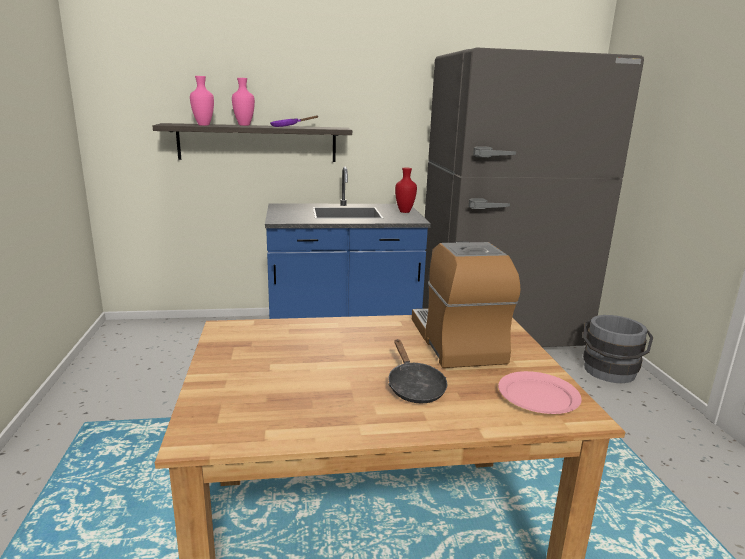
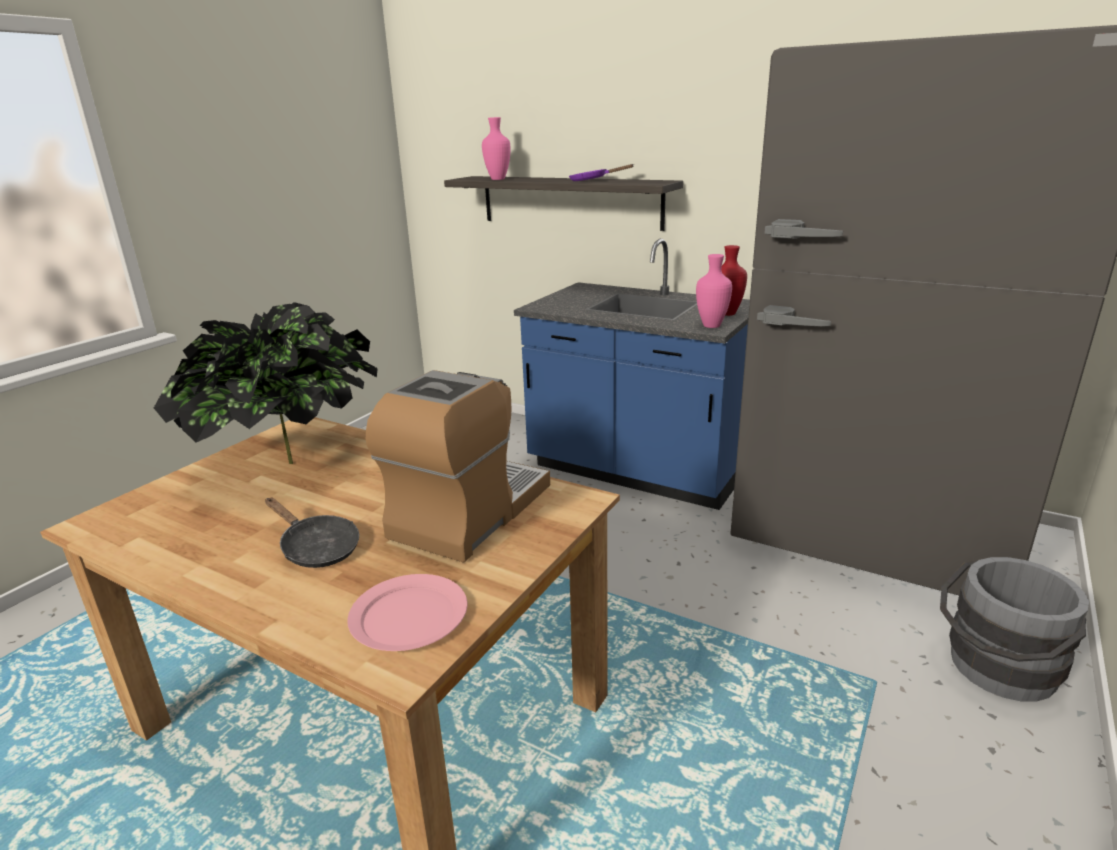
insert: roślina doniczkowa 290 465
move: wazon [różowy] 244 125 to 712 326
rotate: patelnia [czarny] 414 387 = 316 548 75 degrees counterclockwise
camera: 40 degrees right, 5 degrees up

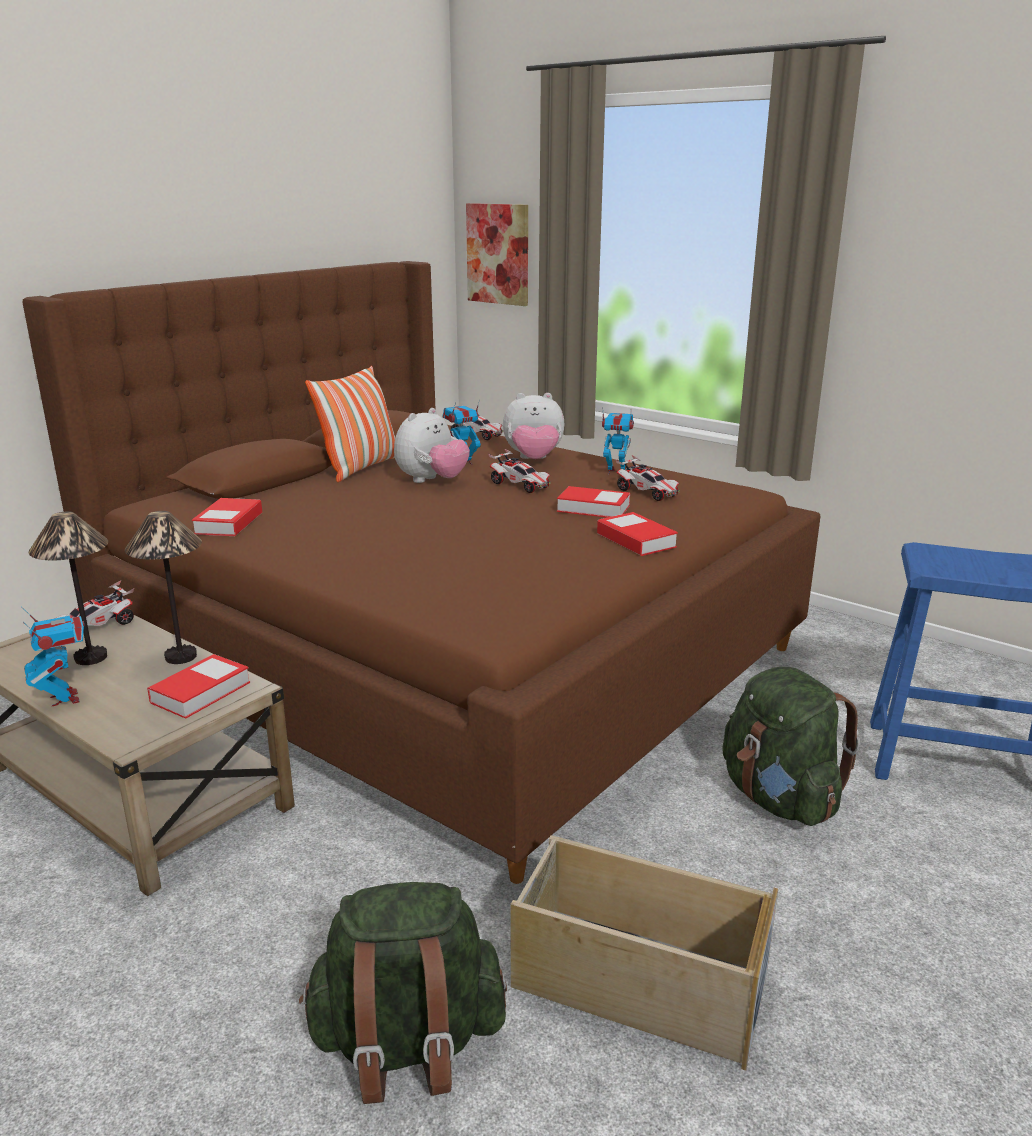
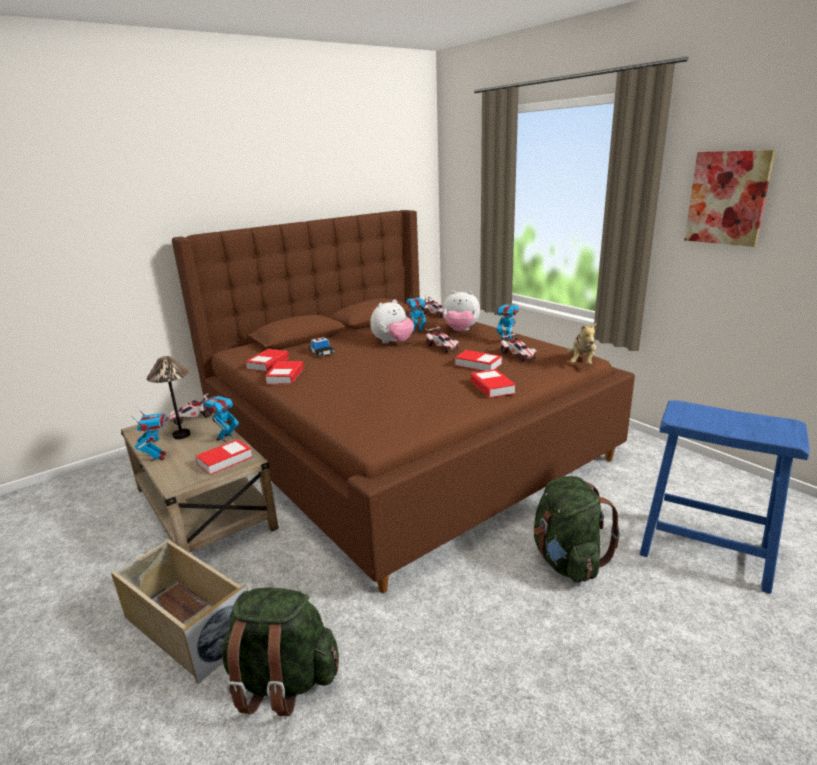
delete: poduszka 360 468
insert: pluszak 582 362; samochodzik 322 352; książka 285 376
move: obraz 498 254 to 727 198; pojemnik do przechowywania [beżowy] 636 983 to 187 626
replace: lampa stołowa 180 656 to robot zabawkowy 225 438
camera: 15 degrees right, 0 degrees up

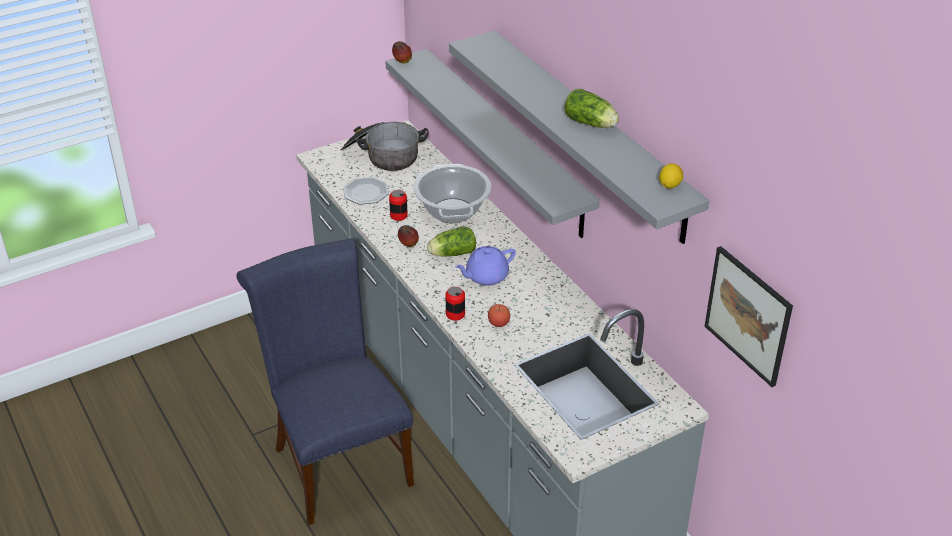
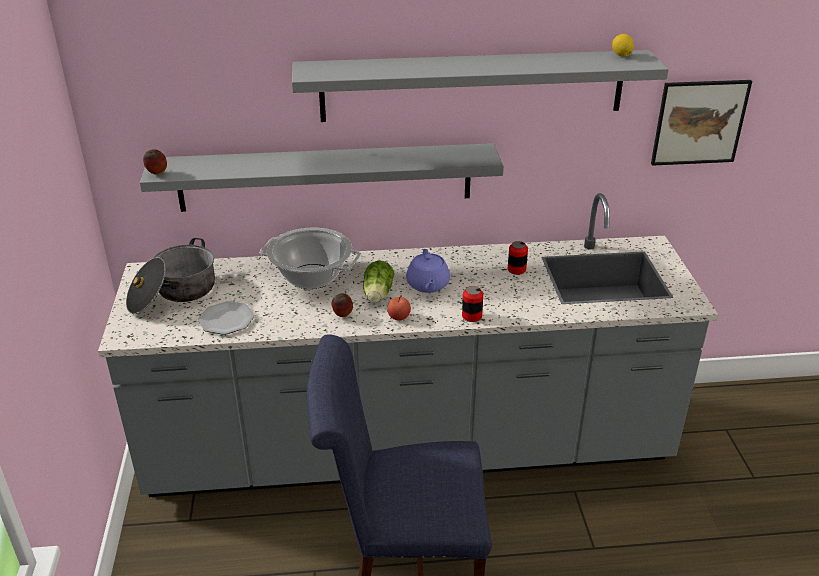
delete: sałata 591 124
move: puszka 398 216 to 516 270; jabłko 498 323 to 399 317
camera: 65 degrees left, 5 degrees down

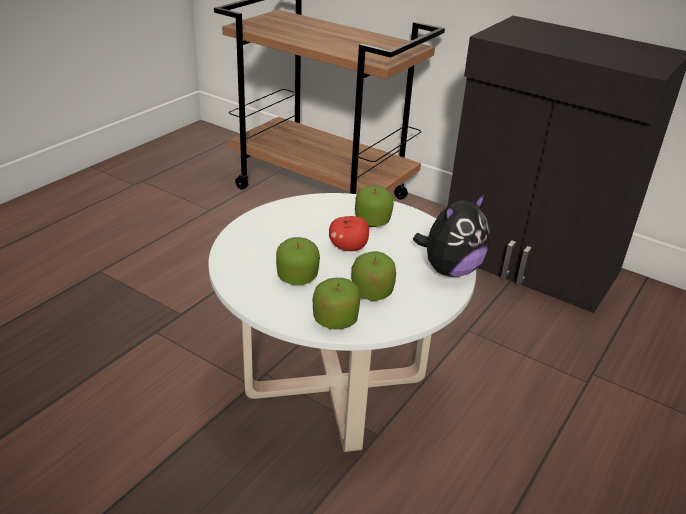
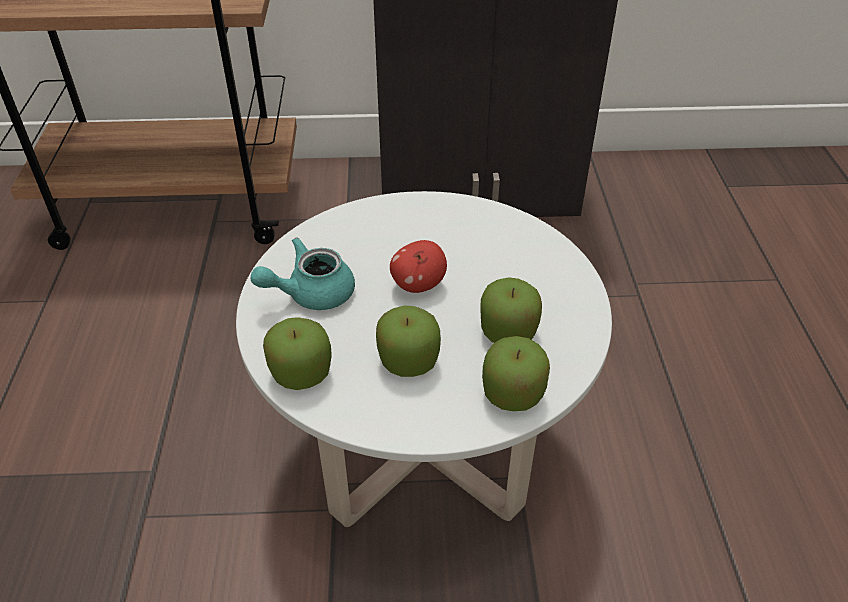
delete: pluszak 450 270
insert: imbryk [turkusowy] 311 293
move: jabłko 372 221 to 301 372
camera: 35 degrees left, 10 degrees up

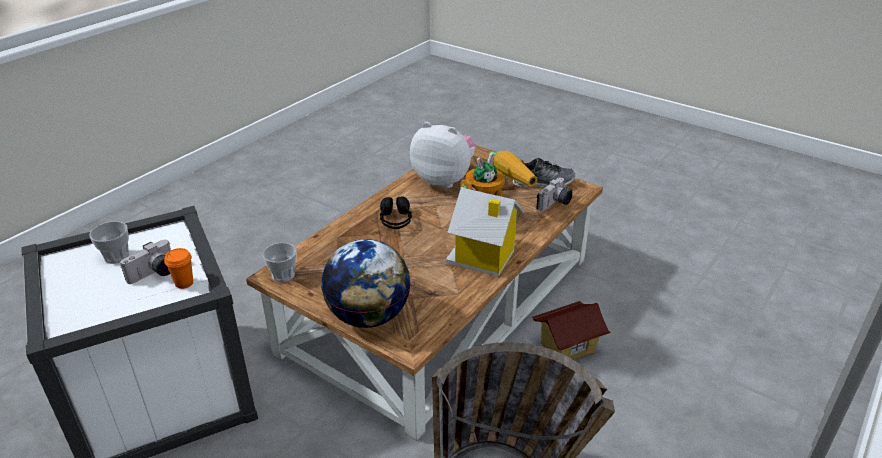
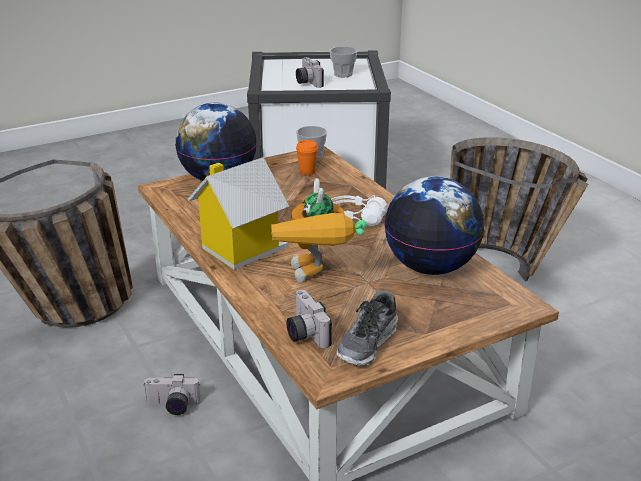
insert: koszyk 509 268
move: filiżanka [pomarańczowy] 184 283 to 307 172
replace: pluszak 444 180 to globus 431 267; domek 567 347 to aparat fotograficzny 172 407
recolor: słuchawki [czarny] 396 221 to słuchawki [biały] 356 218
camera: 115 degrees right, 5 degrees down

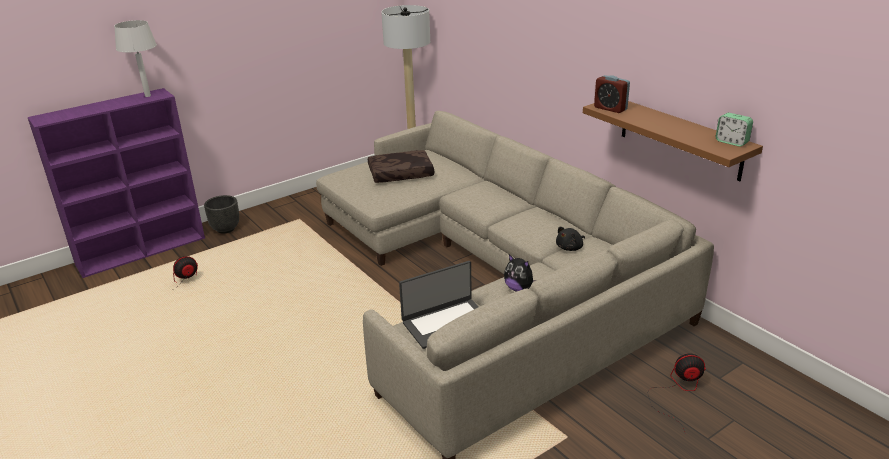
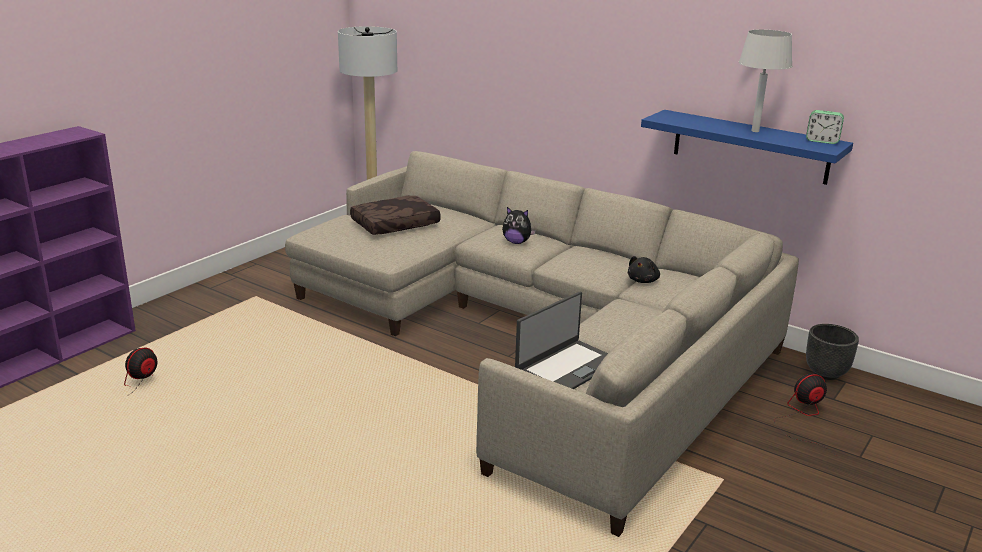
delete: budzik 610 108
move: lampa stołowa [szary] 147 96 to 755 131; donica [czarny] 226 229 to 826 373; pluszak 519 289 to 517 242
recolor: półka [brązowy] 680 138 to półka [niebieski] 750 146
camera: 20 degrees left, 5 degrees down

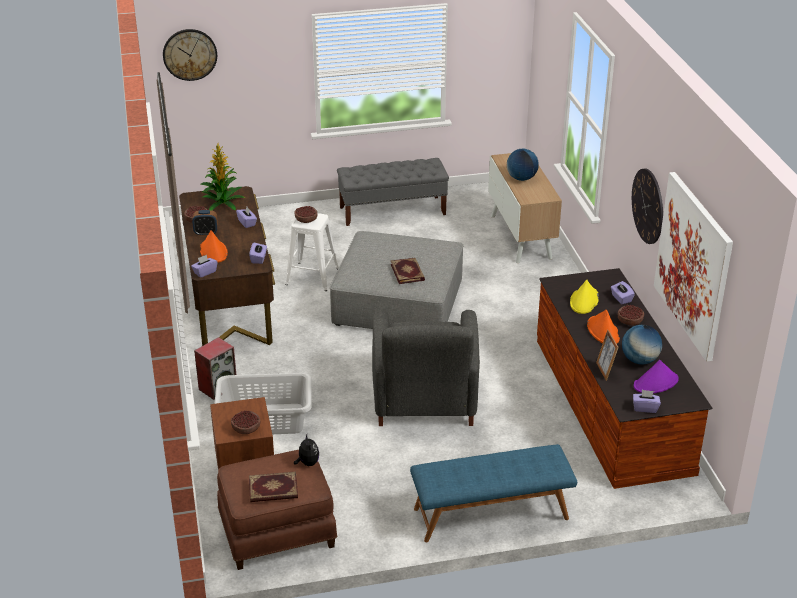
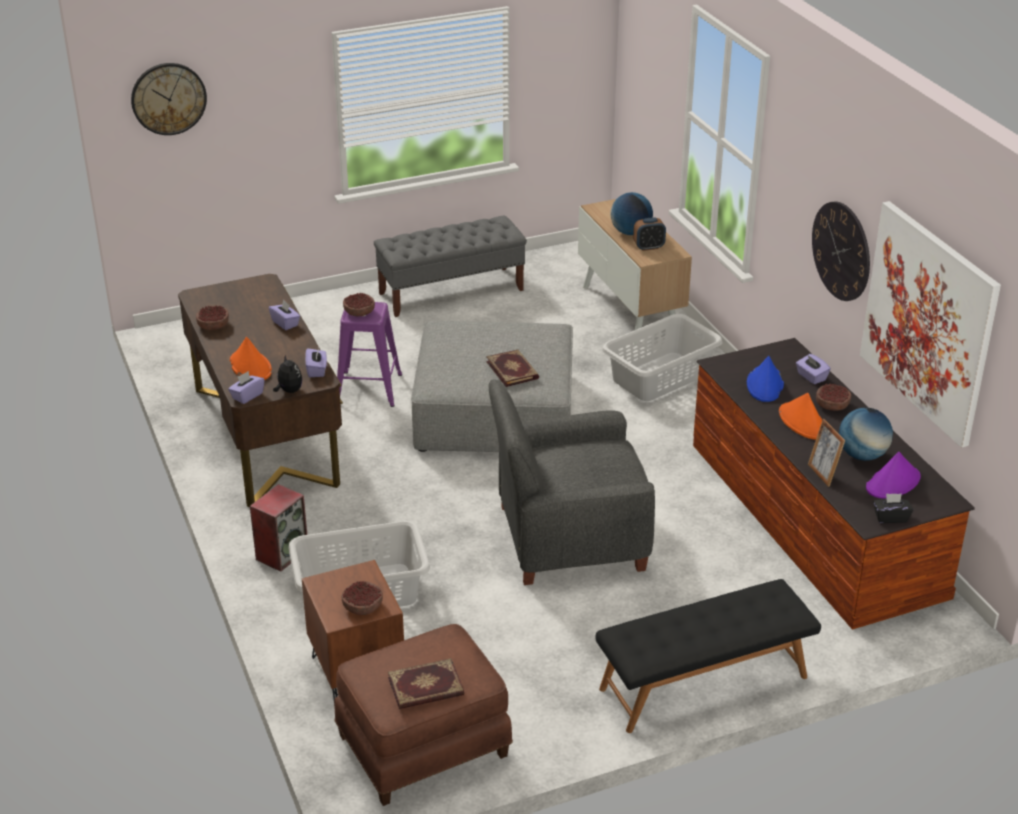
delete: roślina doniczkowa 223 203
insert: kosz na pranie [szary] 661 377
move: budzik 206 233 to 648 247; pluszak 307 463 to 289 391
recolor: stołek [biały] 312 276 to stołek [fioletowy] 369 389; kapelusz [żółty] 584 301 to kapelusz [niebieski] 765 385; pudełko chusteczek [fioletowy] 645 408 to pudełko chusteczek [czarny] 890 517; ławka [niebieski] 491 514 to ławka [czarny] 704 683
rotate: fotel [szary] 424 399 = 568 538 90 degrees clockwise
camera: 10 degrees left, 0 degrees up

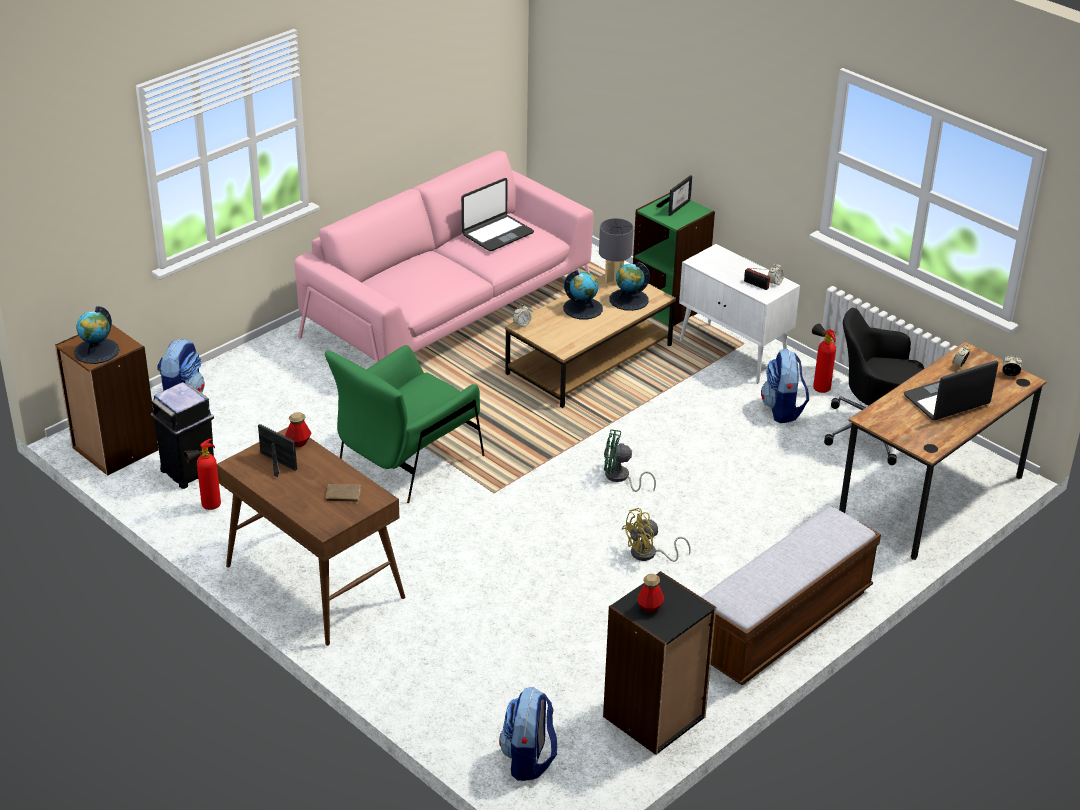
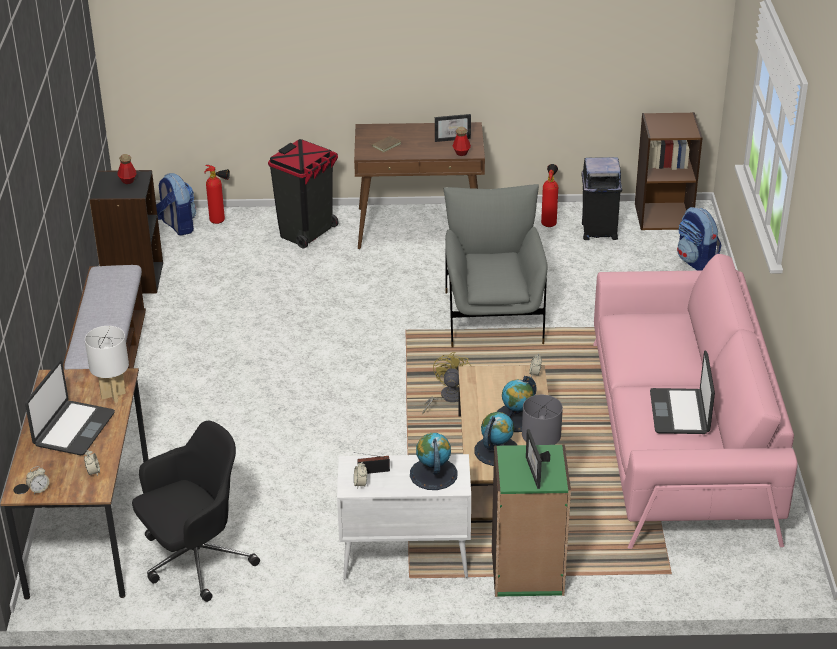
delete: plecak 783 410; wentylator [zielony] 620 478
insert: kosz na śmieci [czarny] 307 233; lampa stołowa [biały] 113 395
move: globus 96 351 to 433 474; gaśnica 818 387 to 221 221; wentylator [żółty] 649 554 to 447 398
recolor: fotel [zielony] 408 460 to fotel [szary] 493 315
camera: 135 degrees right, 0 degrees up

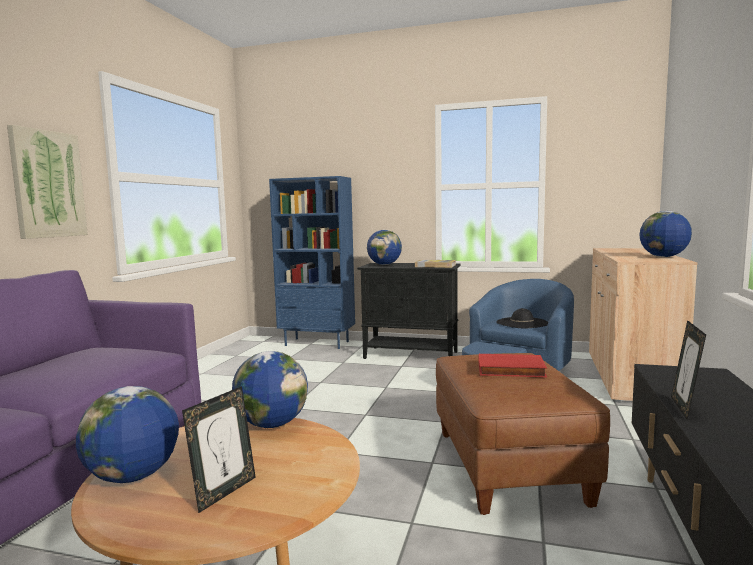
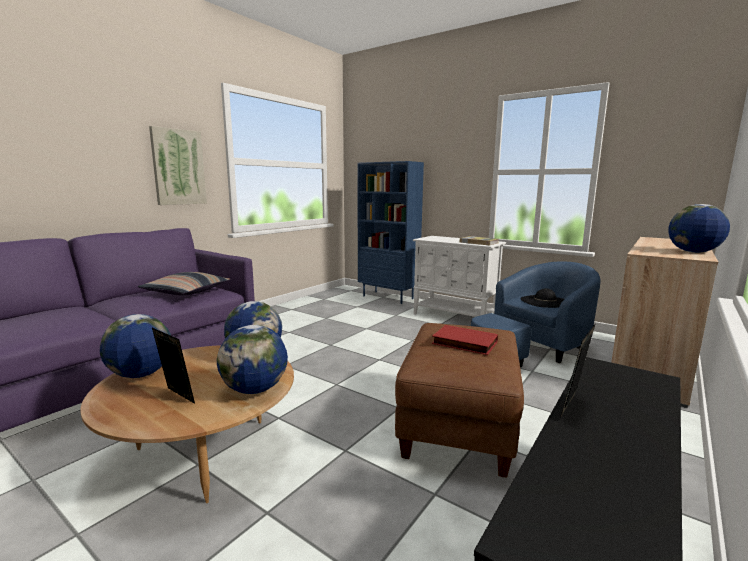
insert: poduszka 186 292
move: globus 384 264 to 255 389
recolor: szafka [czarny] 411 355 to szafka [biały] 455 317
rotate: ramka na zdjęcie 224 492 = 176 397 105 degrees counterclockwise
camera: 20 degrees right, 5 degrees up

